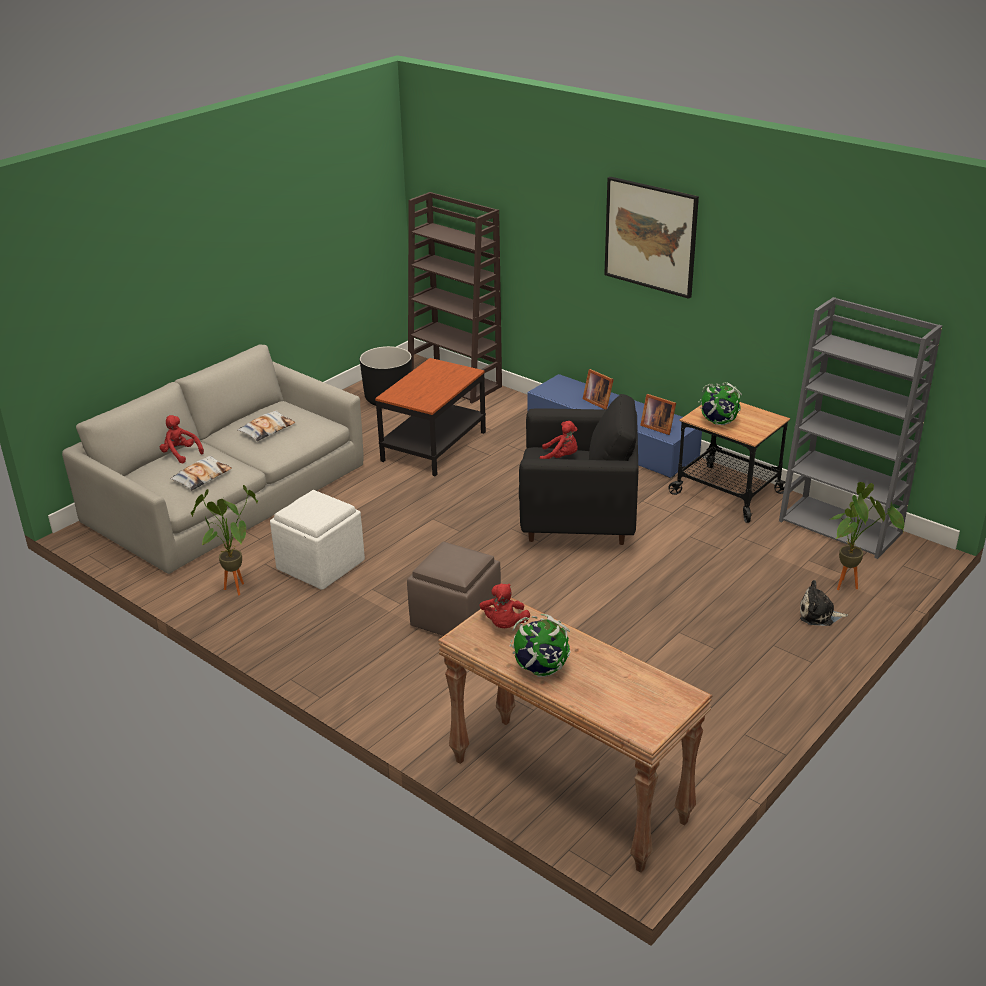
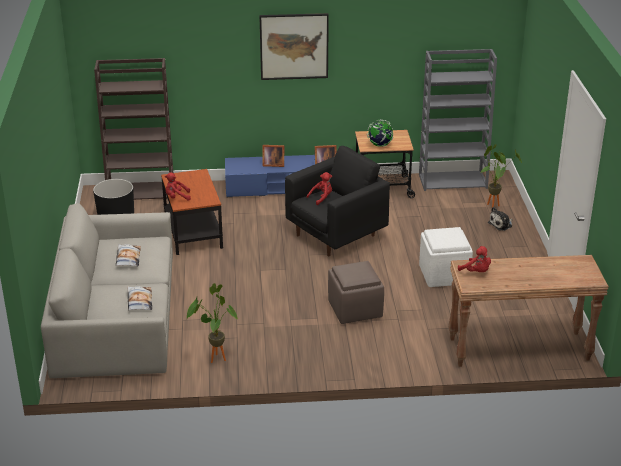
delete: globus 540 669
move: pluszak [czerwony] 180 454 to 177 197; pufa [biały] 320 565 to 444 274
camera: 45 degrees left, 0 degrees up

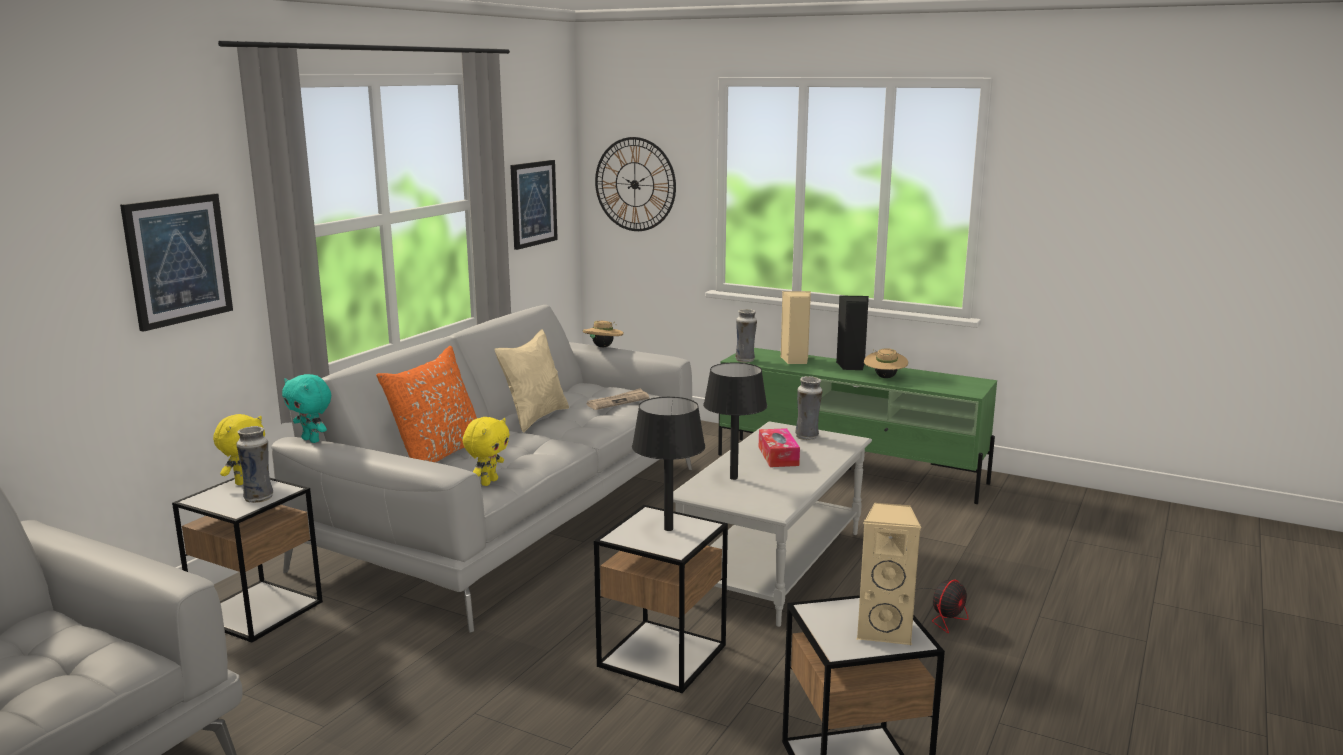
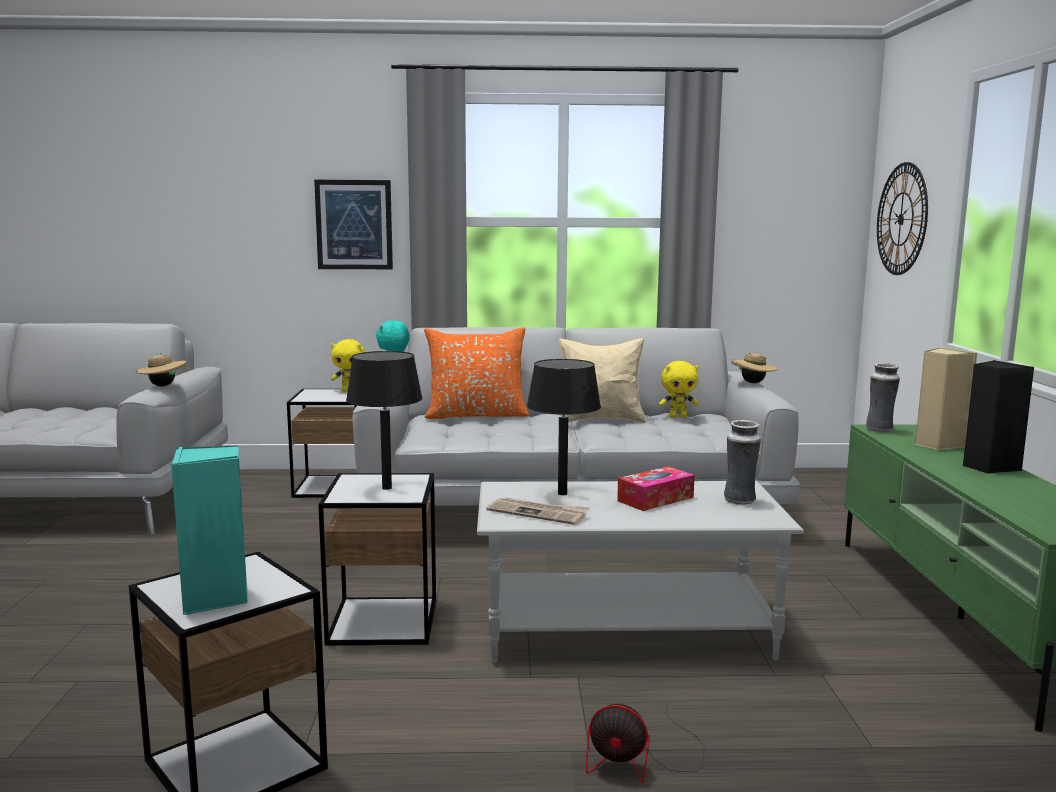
delete: obraz 533 203; wazon 259 498
move: kapelusz [beżowy] 884 377 to 162 385; gazeta 618 401 to 538 513; pluszak [żółty] 488 482 to 678 417
recolor: głośnik [beżowy] 885 630 to głośnik [turkusowy] 215 598
camera: 60 degrees right, 5 degrees down

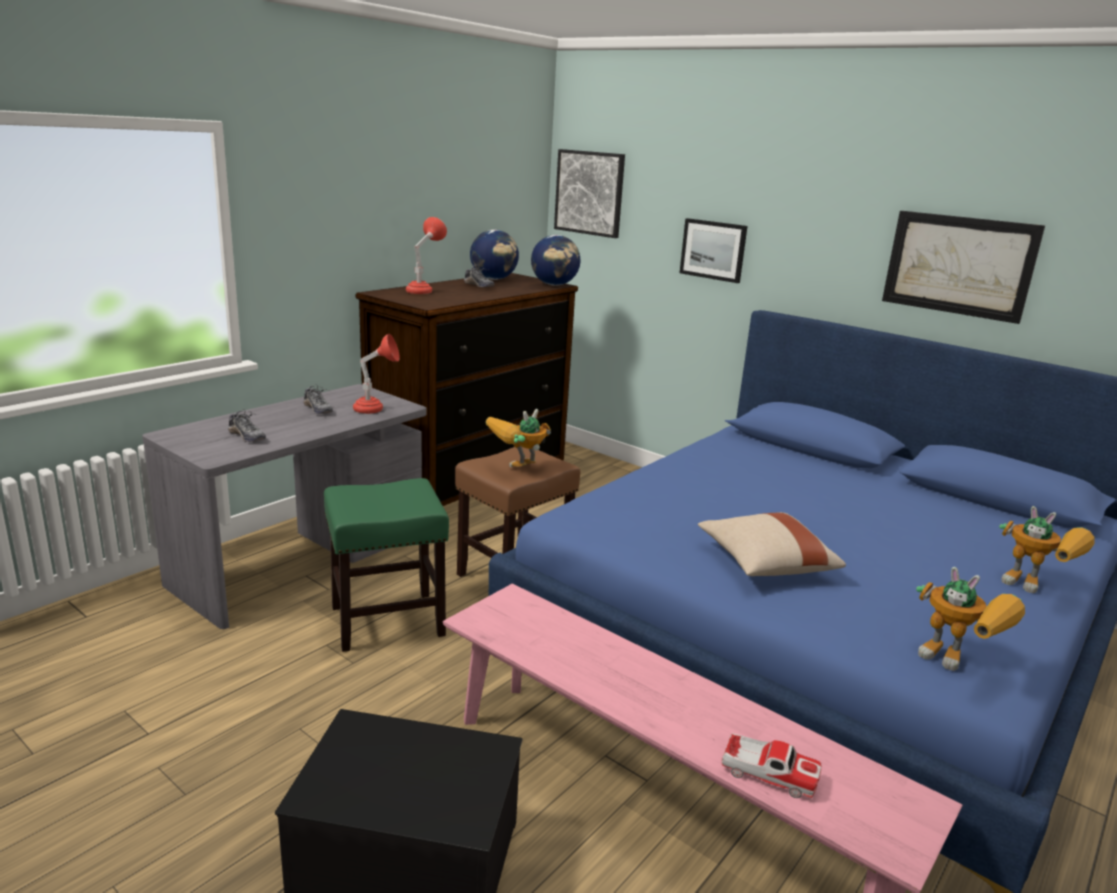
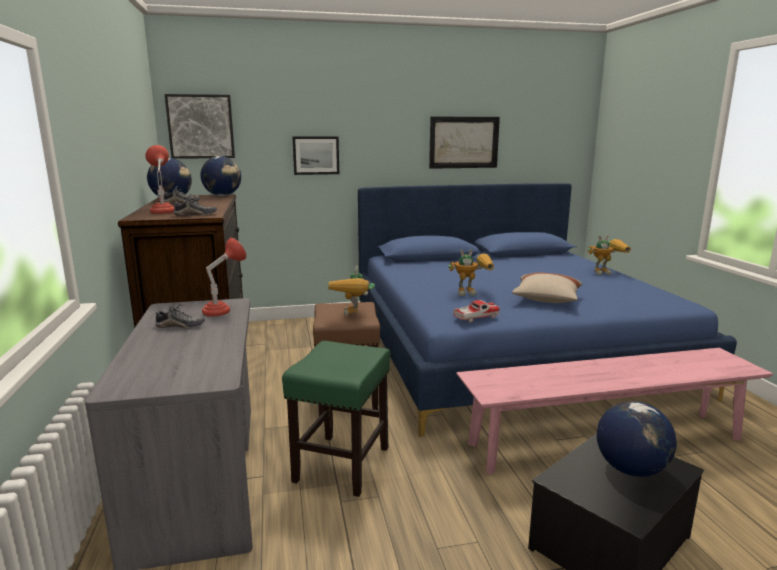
insert: globus 630 469
move: but 247 436 to 196 214; robot zabawkowy 959 662 to 472 292; samochodzik 768 773 to 476 317
camera: 50 degrees left, 5 degrees down

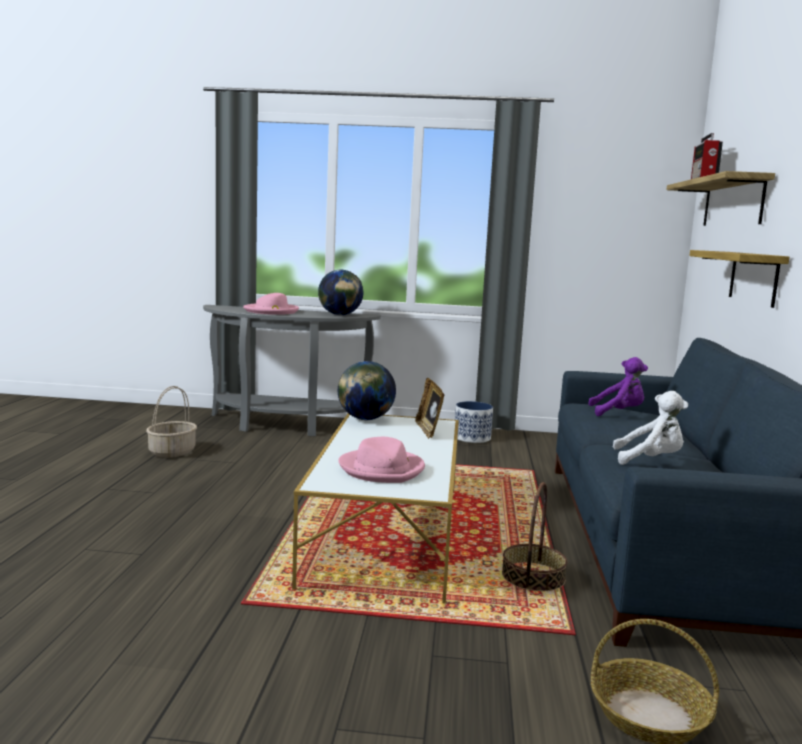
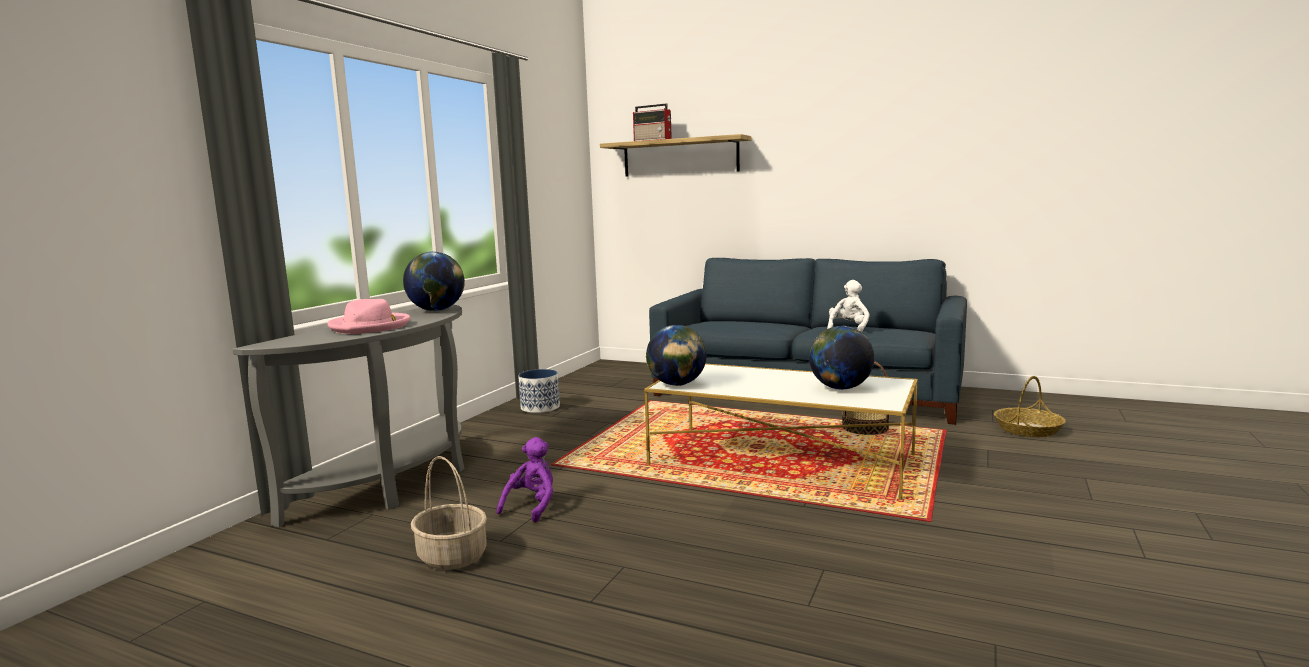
delete: półka 753 278; ramka na zdjęcie 428 431
move: pluszak [fioletowy] 618 413 to 532 506
replace: kapelusz [różowy] 382 469 to globus 840 388
camera: 70 degrees left, 0 degrees up

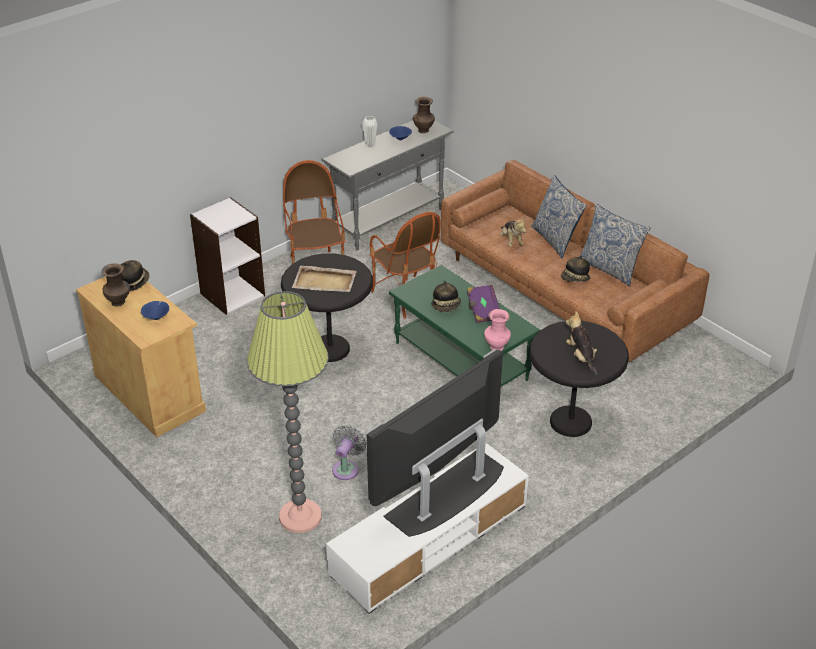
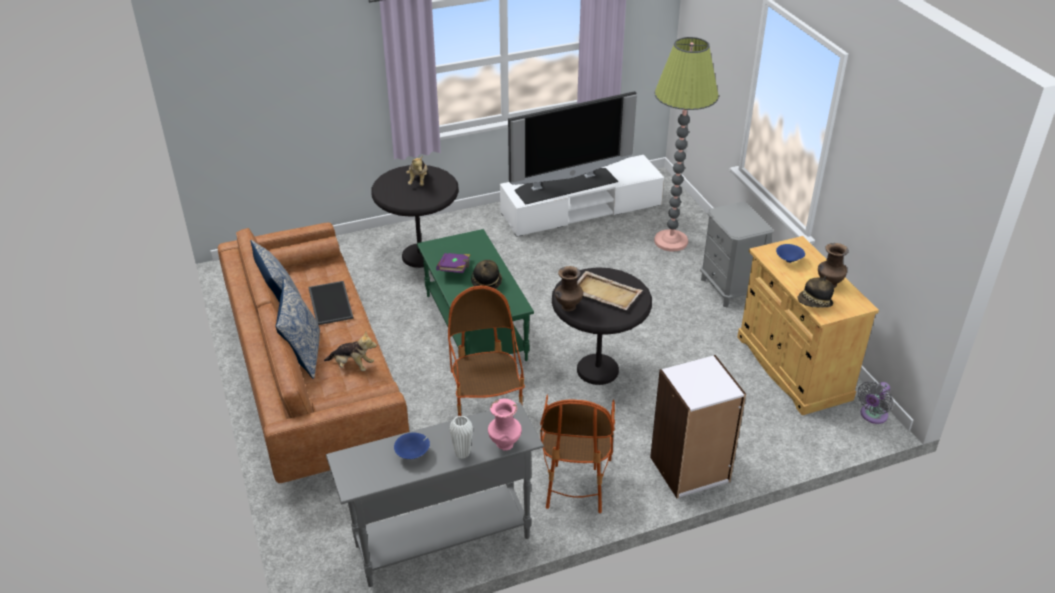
insert: szafka nocna [szary] 729 289
move: wazon [brązowy] 423 130 to 568 307; wazon [różowy] 496 347 to 505 445; wentylator [szary] 347 468 to 872 416
replace: kapelusz 575 279 to taca 329 303
rotate: pluszak 511 241 = 352 366 105 degrees clockwise
camera: 160 degrees left, 0 degrees up

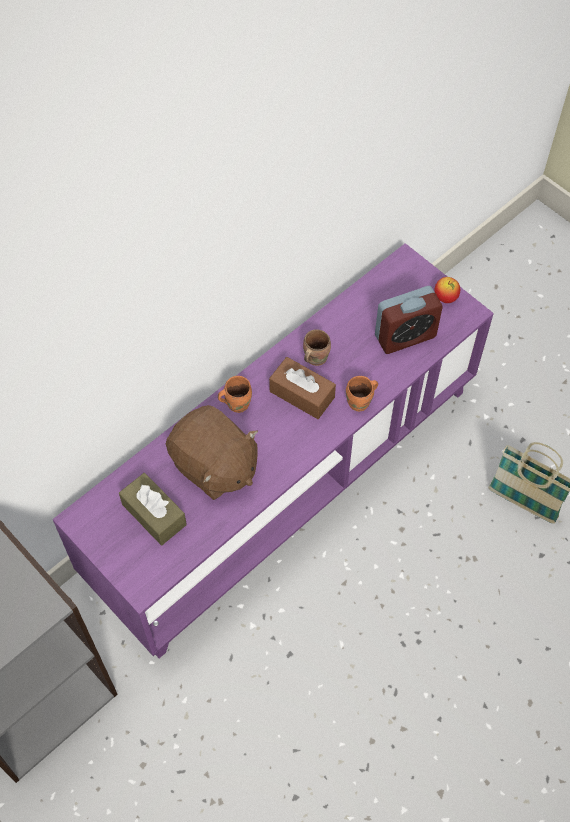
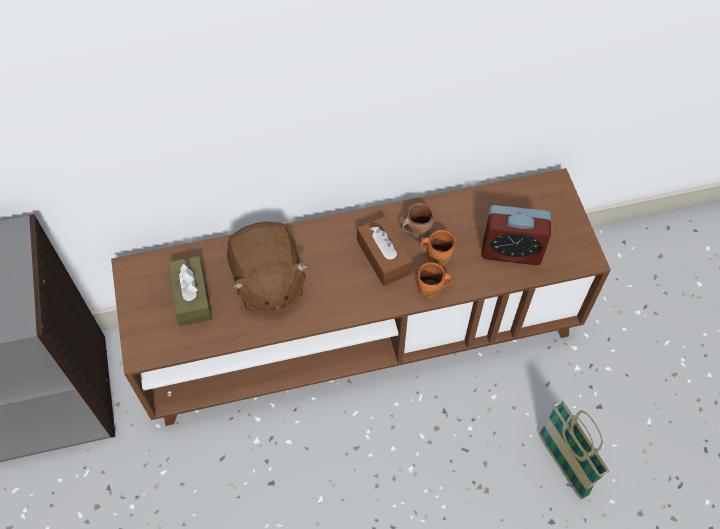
delete: jabłko 445 298
move: kubek [pomarańczowy] 236 402 to 437 256
recolor: szafka pod telewizor [fioletowy] 284 483 to szafka pod telewizor [brązowy] 360 335
camera: 30 degrees right, 0 degrees up

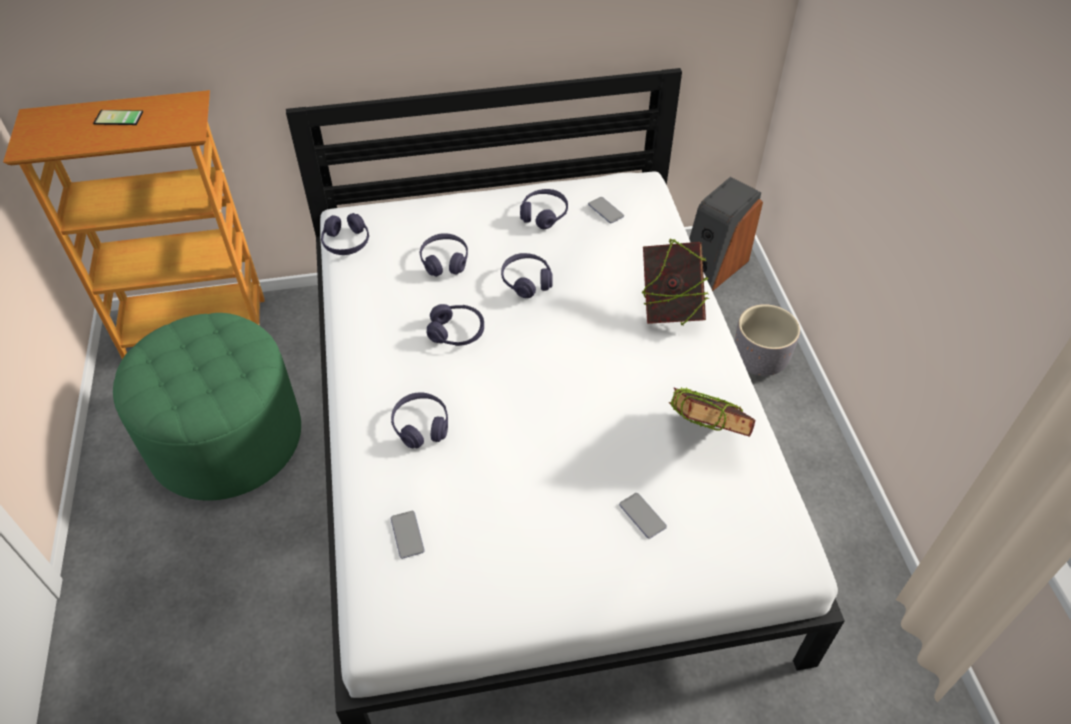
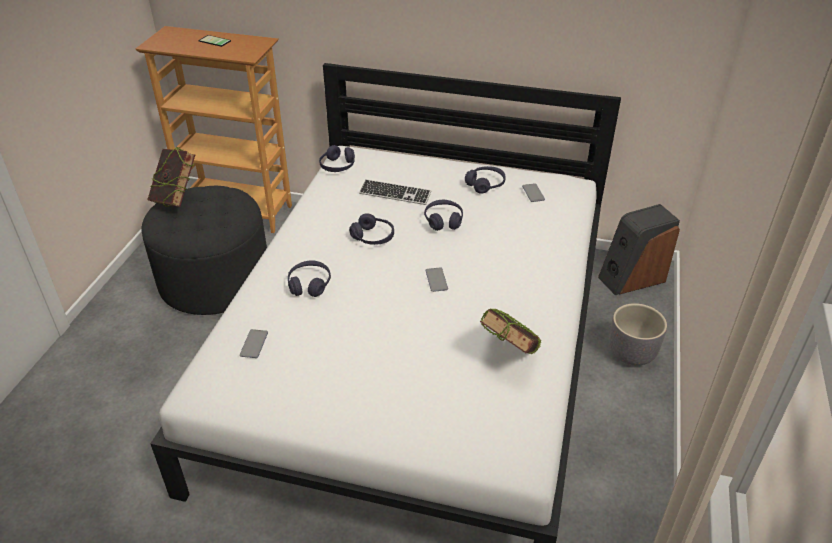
move: książka 670 309 to 176 199; telefon 642 516 to 436 280
replace: słuchawki [fioletowy] 444 261 to klawiatura 395 194
recolor: pufa [zielony] 226 438 to pufa [czarny] 215 280
camera: 25 degrees right, 10 degrees down

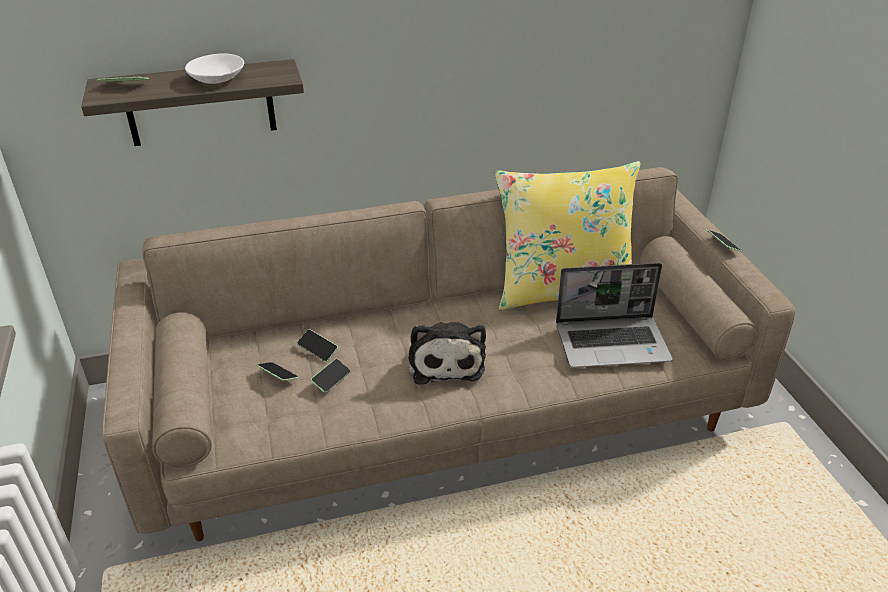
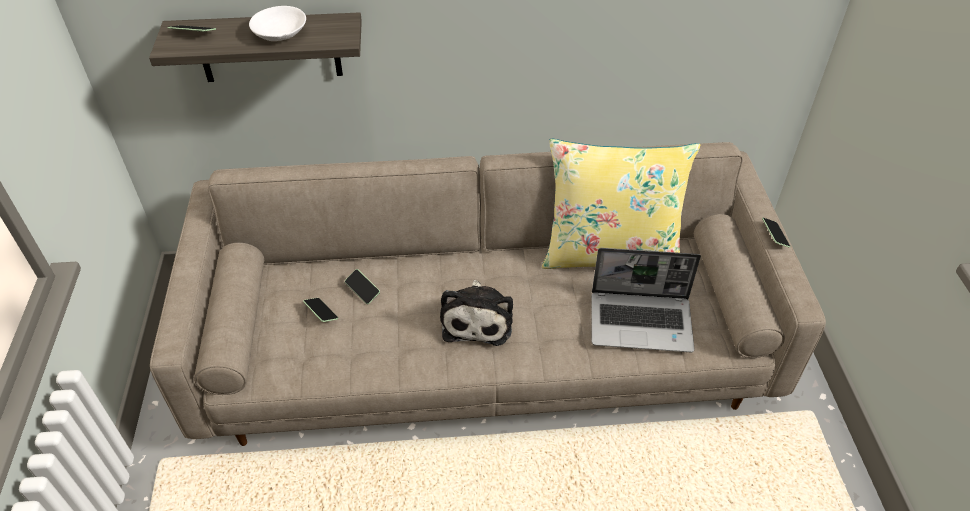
delete: telefon 331 380
camera: 10 degrees right, 10 degrees up

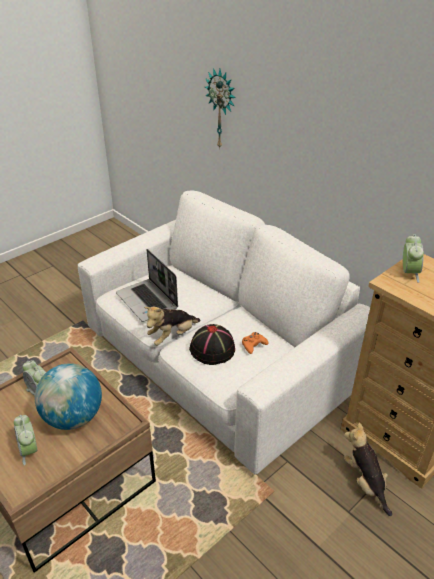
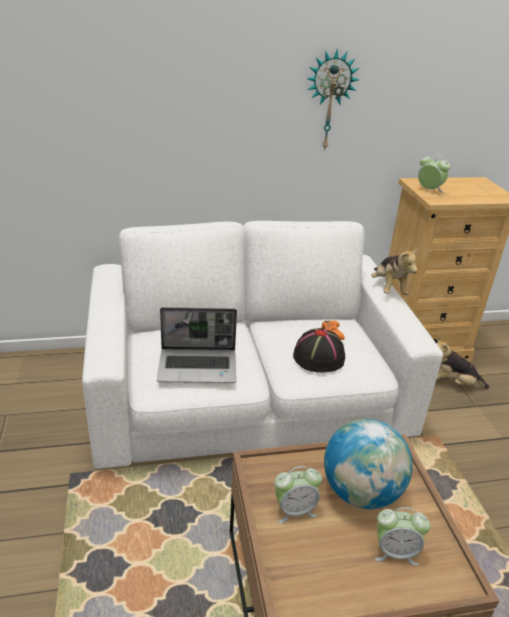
move: zegar ścienny 222 109 to 329 101; pluszak 172 336 to 388 288
camera: 60 degrees left, 5 degrees down

